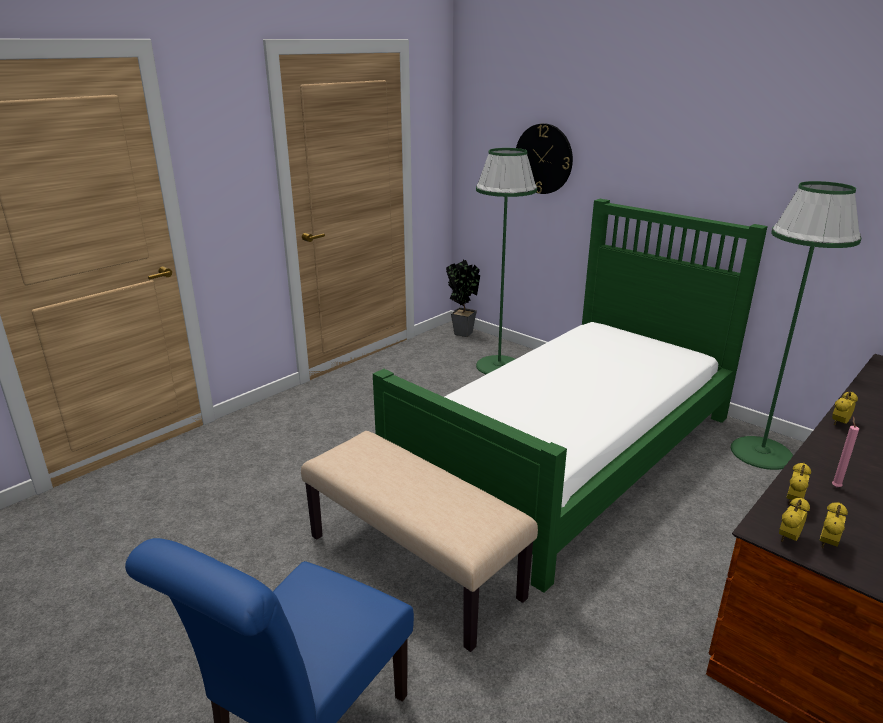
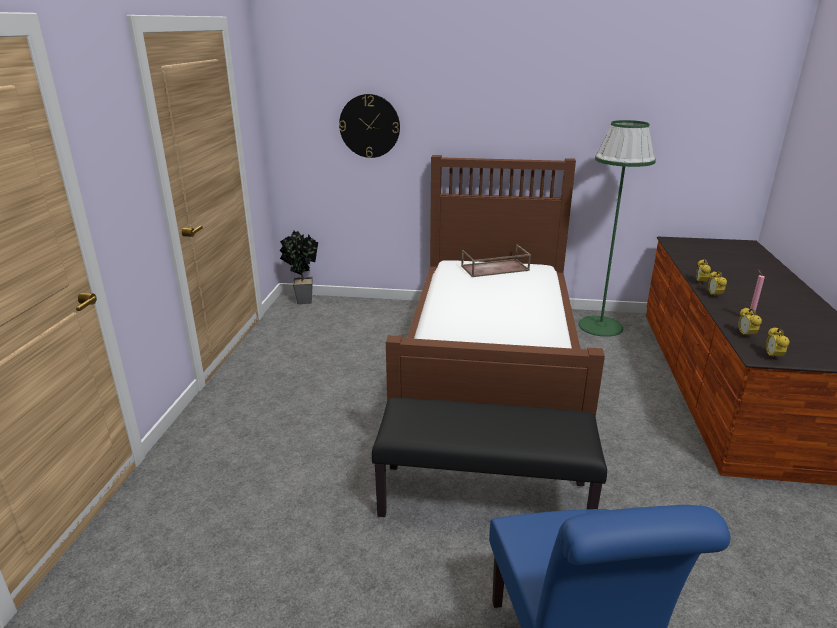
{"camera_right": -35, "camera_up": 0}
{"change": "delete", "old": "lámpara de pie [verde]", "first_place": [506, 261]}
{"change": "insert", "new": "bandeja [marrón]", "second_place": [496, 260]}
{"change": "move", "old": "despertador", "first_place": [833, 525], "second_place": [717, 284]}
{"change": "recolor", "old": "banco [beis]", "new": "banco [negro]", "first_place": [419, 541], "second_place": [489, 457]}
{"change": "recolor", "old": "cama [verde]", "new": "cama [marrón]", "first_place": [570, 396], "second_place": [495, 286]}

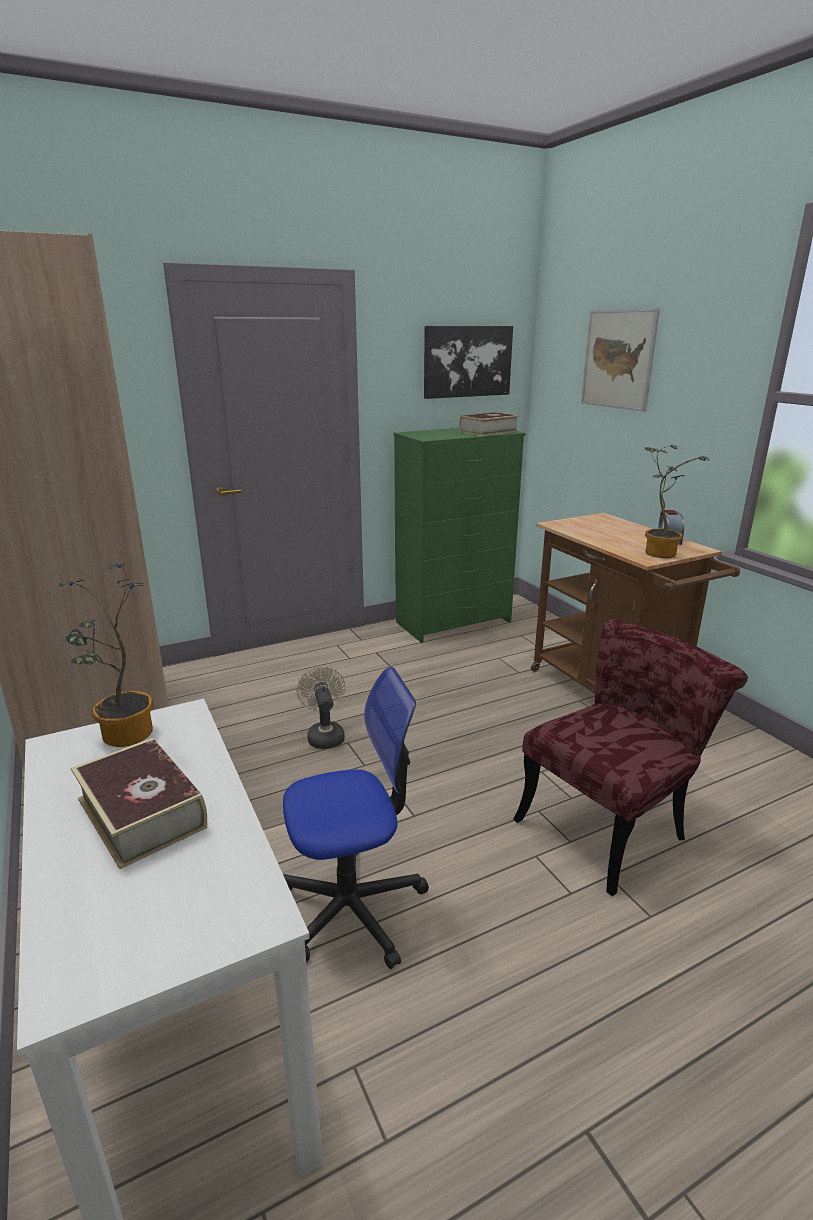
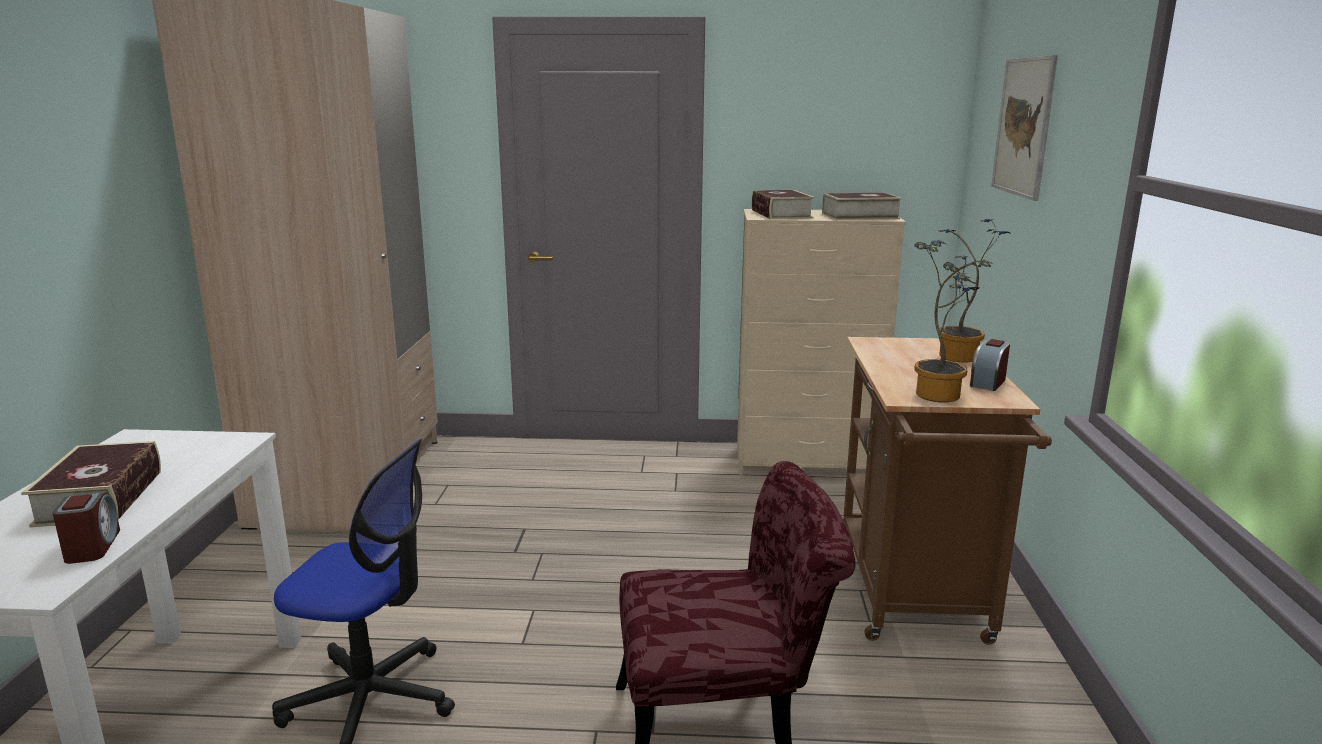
{"camera_right": 30, "camera_up": -5}
{"change": "delete", "old": "ventilador [beis]", "first_place": [321, 707]}
{"change": "delete", "old": "cuadro", "first_place": [468, 362]}
{"change": "insert", "new": "despertador", "second_place": [86, 528]}
{"change": "insert", "new": "libro", "second_place": [783, 204]}
{"change": "move", "old": "planta en maceta", "first_place": [105, 655], "second_place": [974, 290]}
{"change": "recolor", "old": "cómoda [verde]", "new": "cómoda [beis]", "first_place": [460, 535], "second_place": [821, 342]}

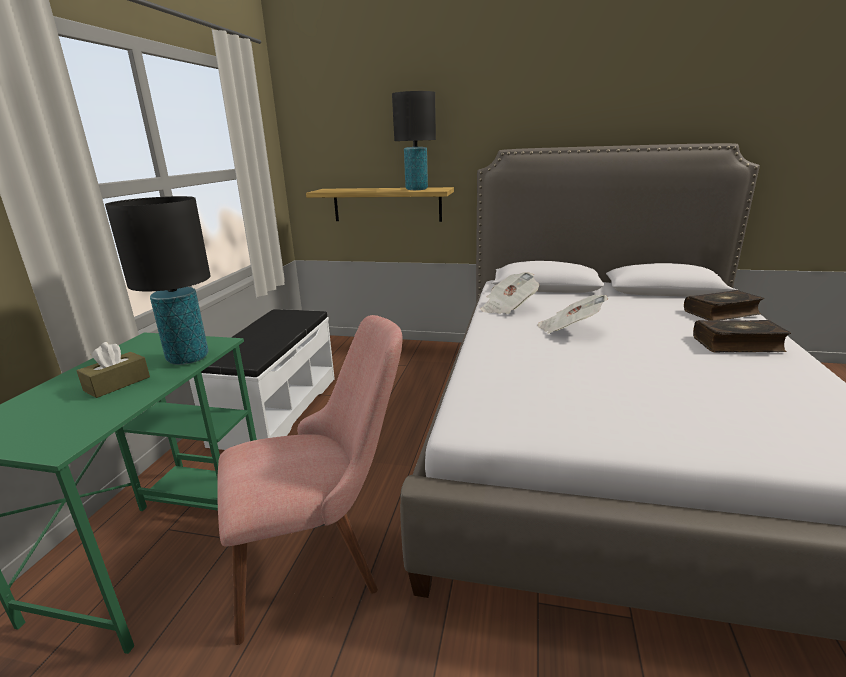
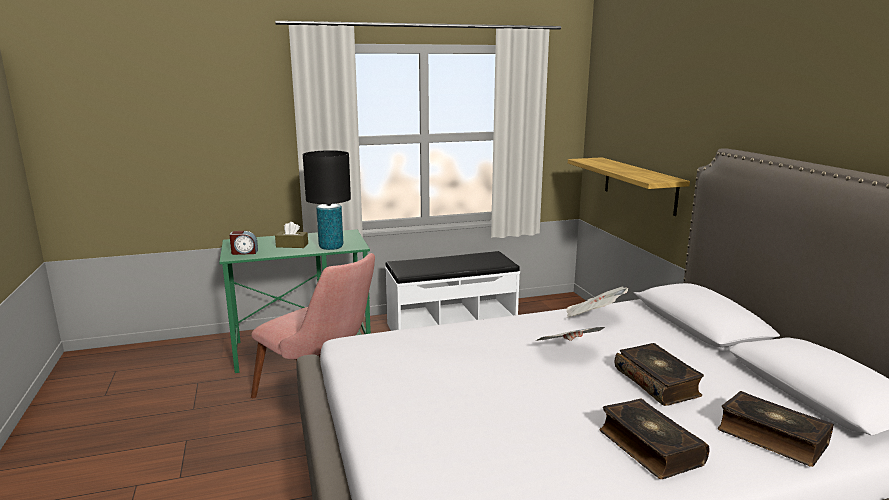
{"camera_right": 60, "camera_up": -5}
{"change": "delete", "old": "lámpara de mesa [negro]", "first_place": [414, 140]}
{"change": "insert", "new": "despertador", "second_place": [243, 243]}
{"change": "insert", "new": "libro", "second_place": [659, 374]}

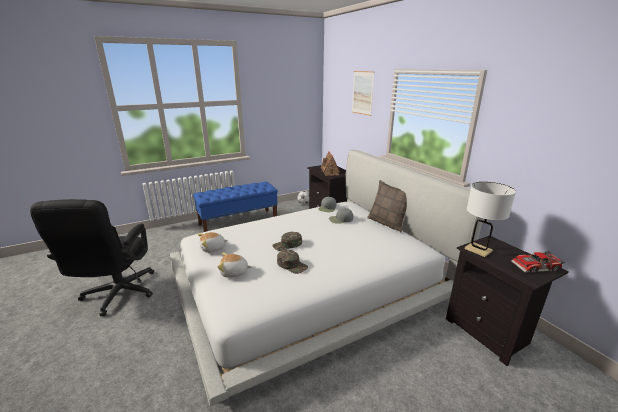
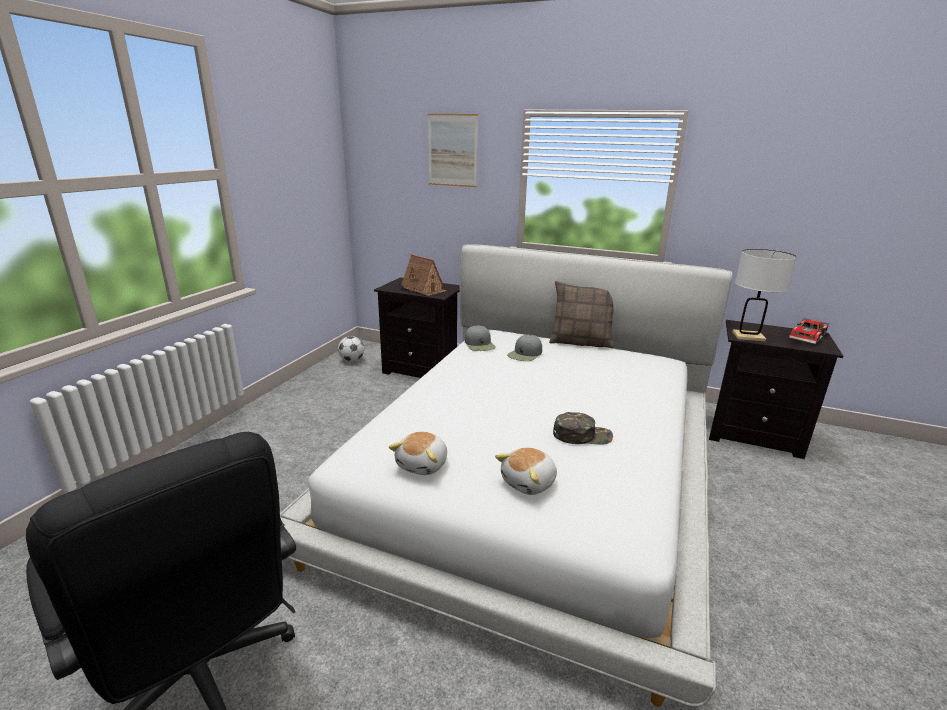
{"camera_right": -40, "camera_up": 0}
{"change": "delete", "old": "banco [azul]", "first_place": [235, 206]}
{"change": "delete", "old": "gorra [verde]", "first_place": [287, 241]}

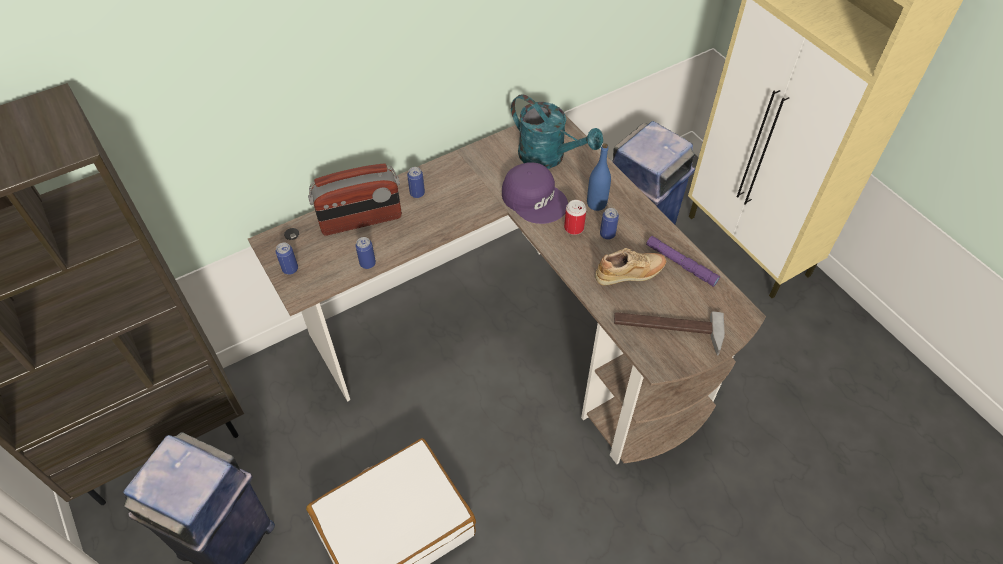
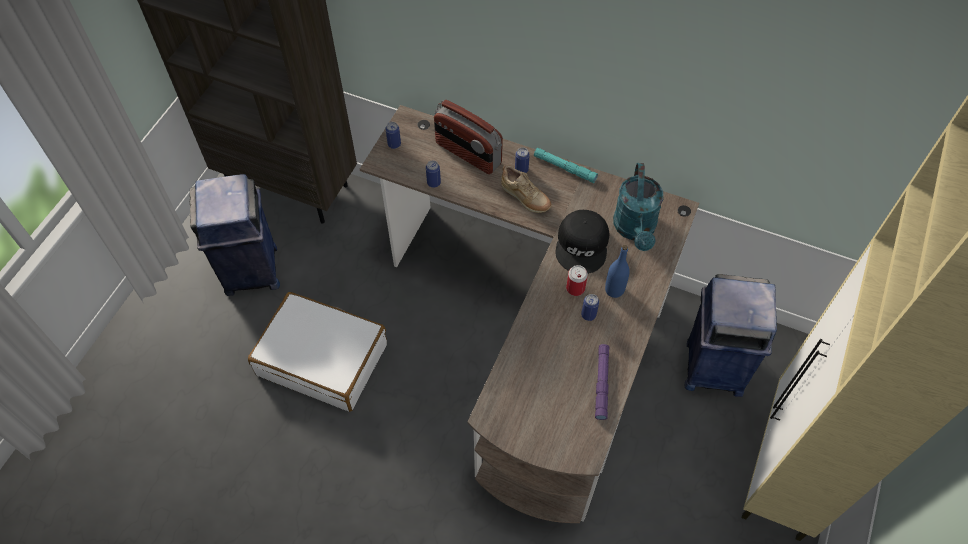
{"camera_right": 55, "camera_up": 5}
{"change": "delete", "old": "martillo", "first_place": [669, 333]}
{"change": "insert", "new": "linterna [turquesa]", "second_place": [566, 165]}
{"change": "move", "old": "zapato [beis]", "first_place": [630, 266], "second_place": [526, 189]}
{"change": "recolor", "old": "gorra [morado]", "new": "gorra [negro]", "first_place": [535, 193], "second_place": [582, 242]}

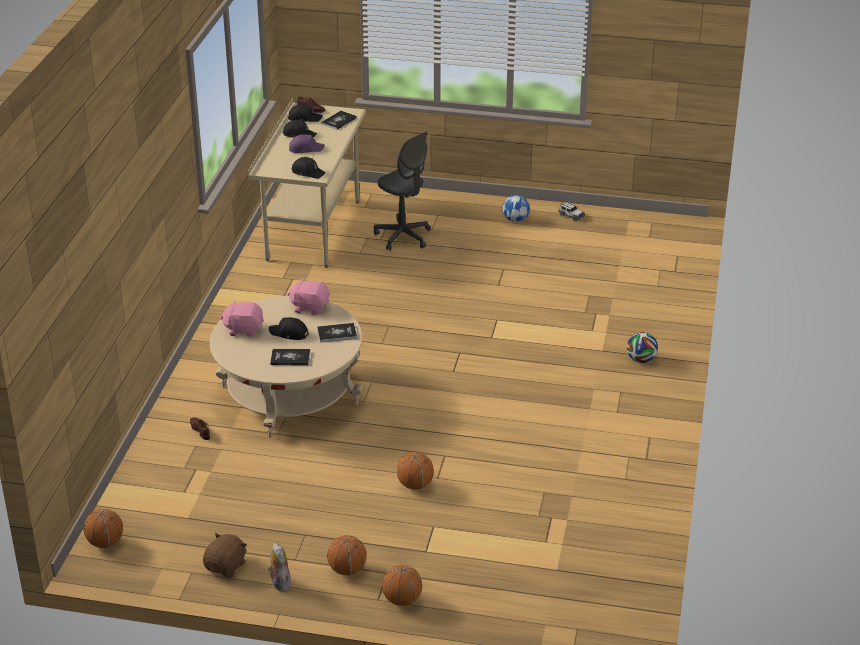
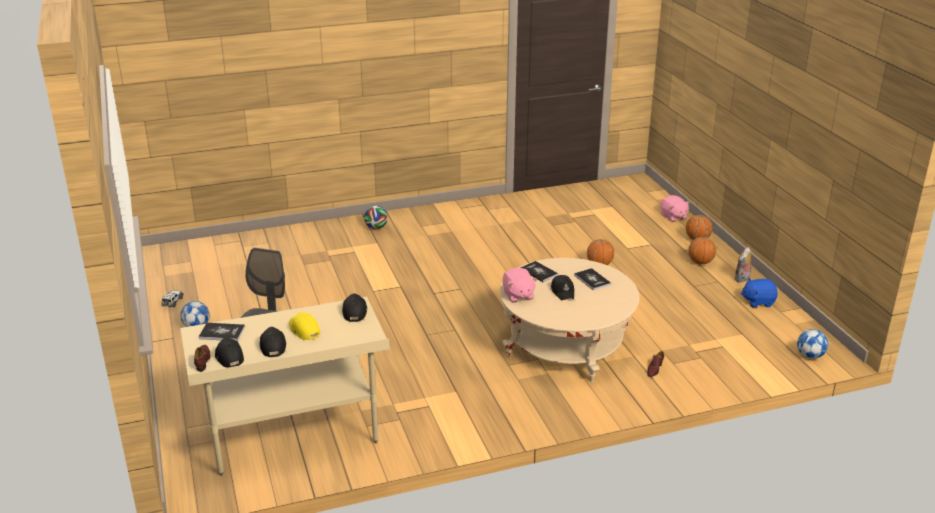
{"camera_right": -120, "camera_up": -5}
{"change": "move", "old": "peluche [rosa]", "first_place": [242, 318], "second_place": [675, 208]}
{"change": "replace", "old": "balón de baloncesto", "new": "balón de fútbol", "first_place": [103, 528], "second_place": [812, 344]}
{"change": "recolor", "old": "peluche [marrón]", "new": "peluche [azul]", "first_place": [225, 555], "second_place": [759, 292]}
{"change": "recolor", "old": "gorra [morado]", "new": "gorra [amarillo]", "first_place": [307, 143], "second_place": [304, 326]}

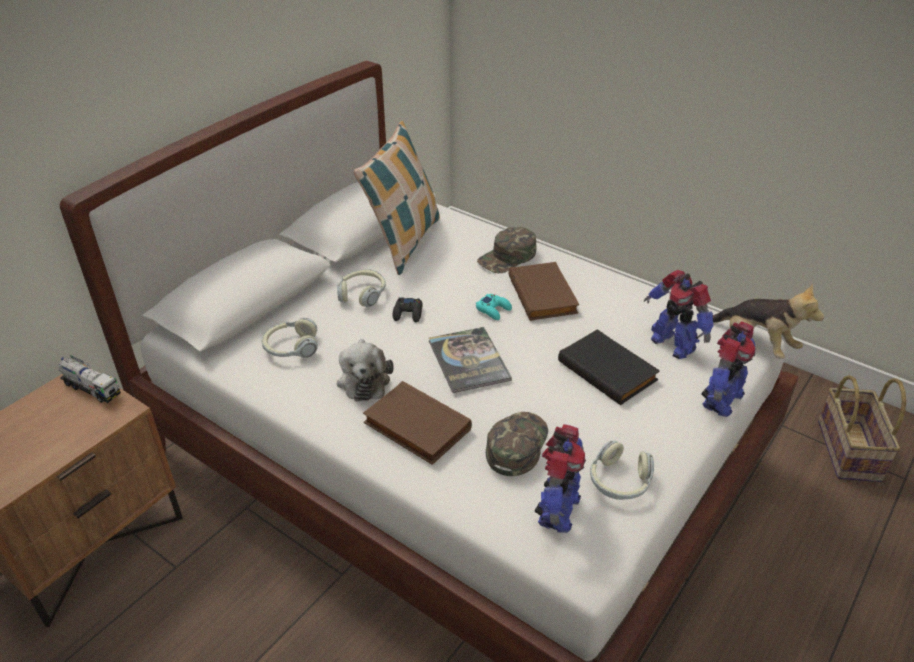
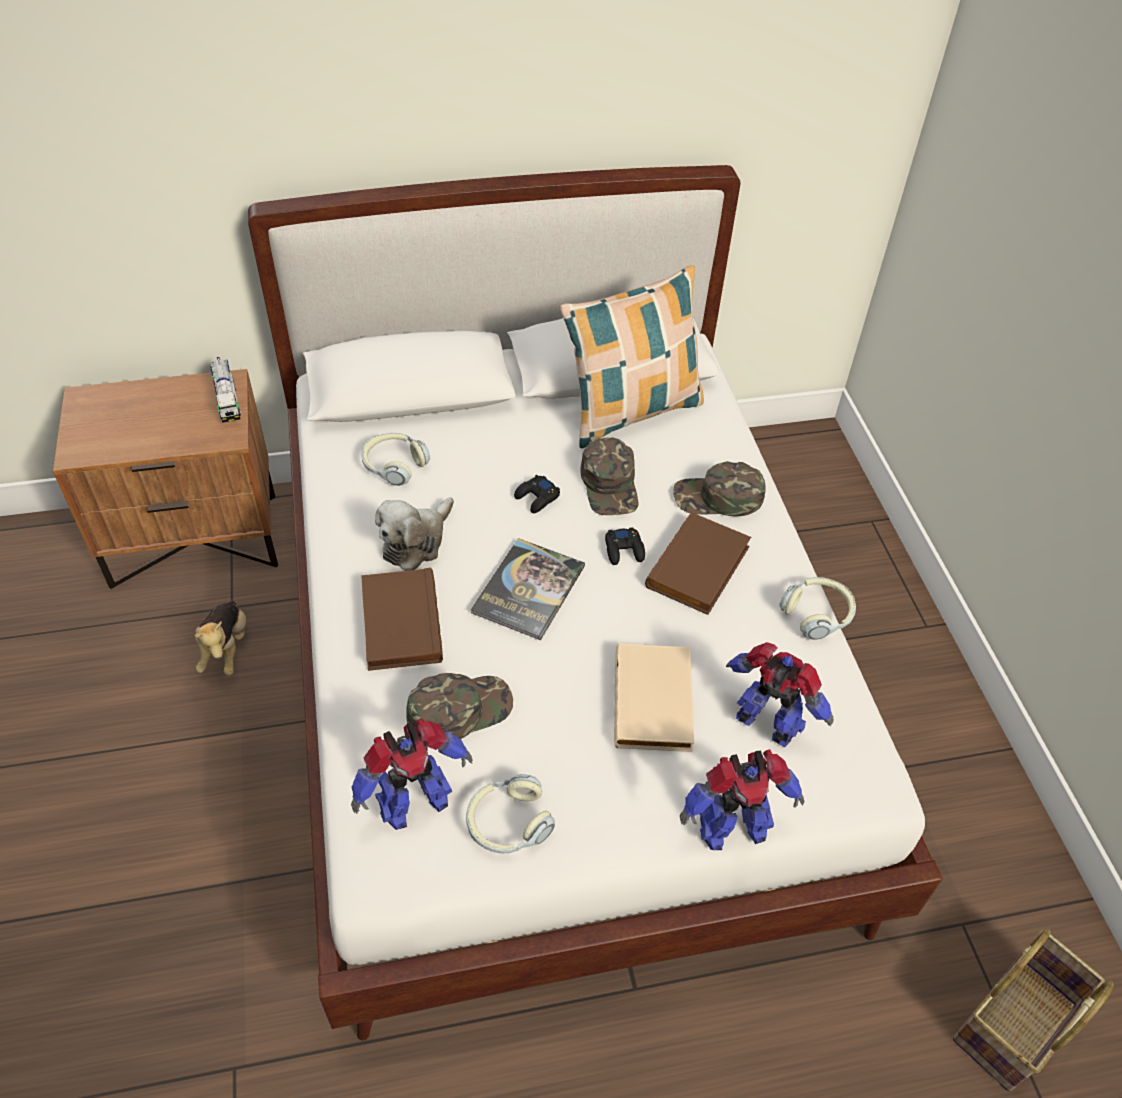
{"camera_right": 40, "camera_up": 10}
{"change": "insert", "new": "gorra [verde]", "second_place": [609, 476]}
{"change": "move", "old": "auriculares", "first_place": [361, 288], "second_place": [817, 608]}
{"change": "move", "old": "peluche", "first_place": [768, 321], "second_place": [220, 638]}
{"change": "recolor", "old": "mando de consola [turquesa]", "new": "mando de consola [negro]", "first_place": [494, 307], "second_place": [625, 546]}
{"change": "recolor", "old": "libro [negro]", "new": "libro [beis]", "first_place": [609, 367], "second_place": [654, 697]}
{"change": "rotate", "old": "robot de juguete", "first_place": [678, 314], "second_place": [780, 694], "degrees": 120}

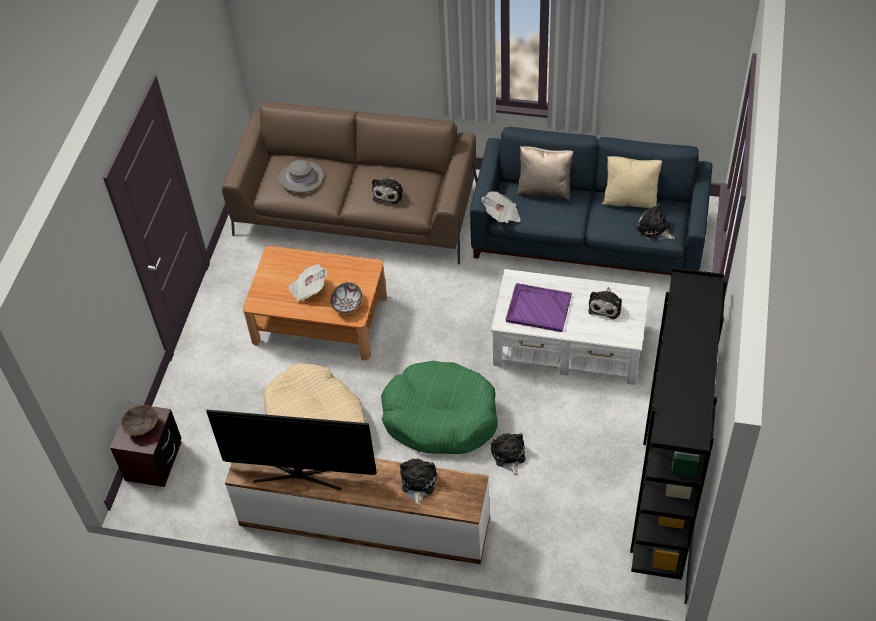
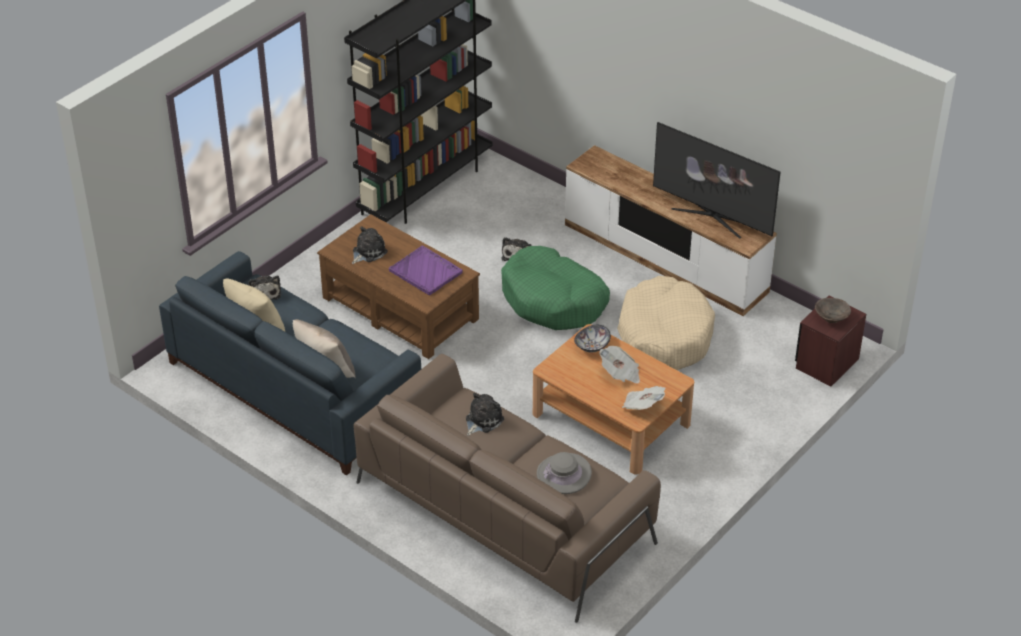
{"camera_right": -155, "camera_up": -10}
{"change": "delete", "old": "peluche", "first_place": [418, 482]}
{"change": "move", "old": "periódico", "first_place": [501, 207], "second_place": [644, 398]}
{"change": "recolor", "old": "mesa de centro [blanco]", "new": "mesa de centro [marrón]", "first_place": [570, 327], "second_place": [398, 286]}

